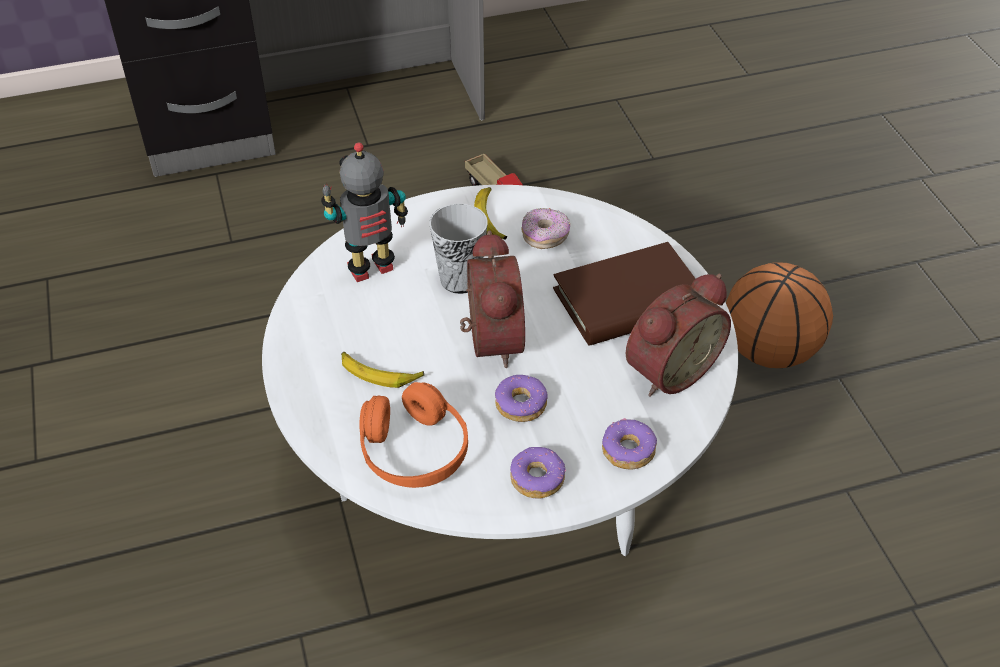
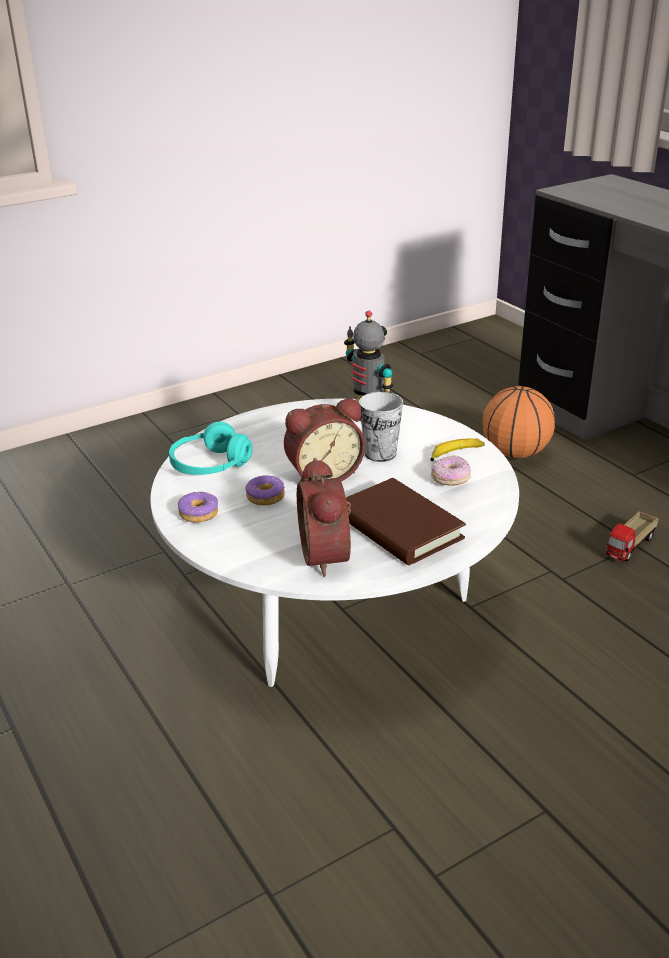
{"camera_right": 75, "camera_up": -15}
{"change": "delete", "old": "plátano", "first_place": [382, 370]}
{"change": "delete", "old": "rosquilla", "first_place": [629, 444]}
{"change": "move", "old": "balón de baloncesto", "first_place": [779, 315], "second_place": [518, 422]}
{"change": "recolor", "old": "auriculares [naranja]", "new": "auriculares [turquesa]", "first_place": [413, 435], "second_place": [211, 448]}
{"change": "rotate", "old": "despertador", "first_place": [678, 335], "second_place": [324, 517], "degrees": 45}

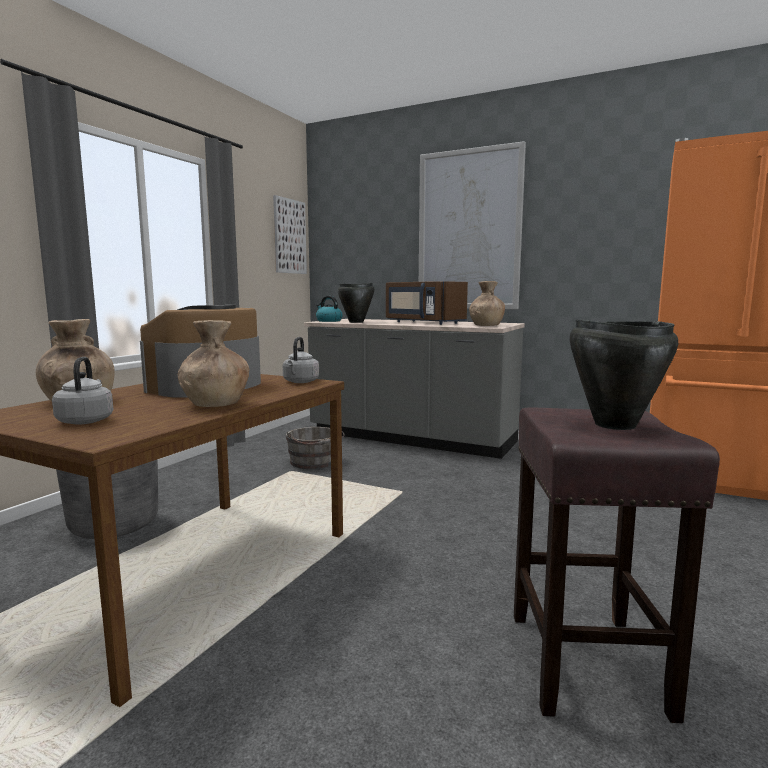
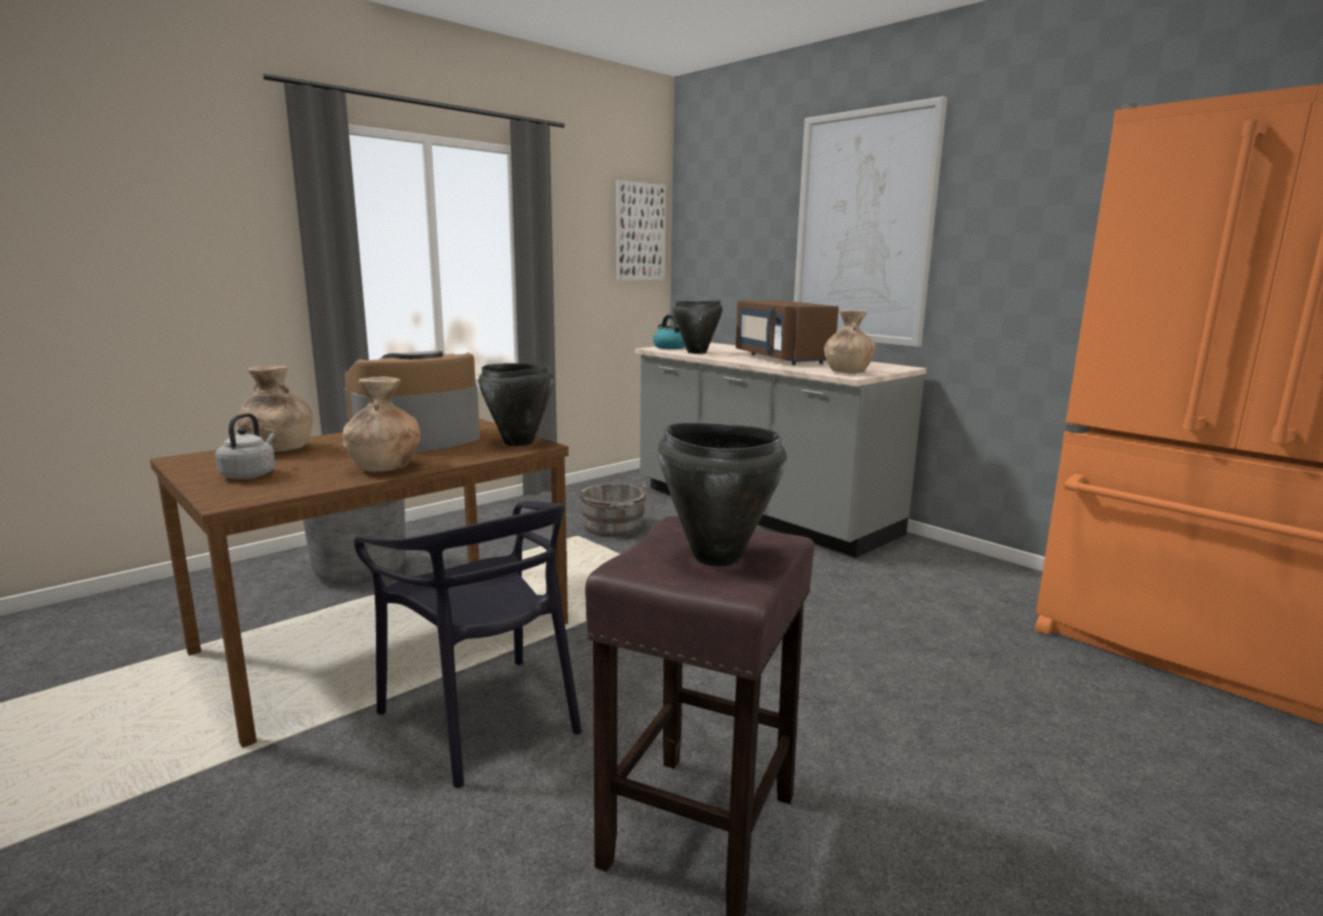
{"camera_right": 20, "camera_up": 5}
{"change": "insert", "new": "silla [negro]", "second_place": [468, 644]}
{"change": "replace", "old": "hervidor [gris]", "new": "olla [negro]", "first_place": [301, 360], "second_place": [516, 404]}

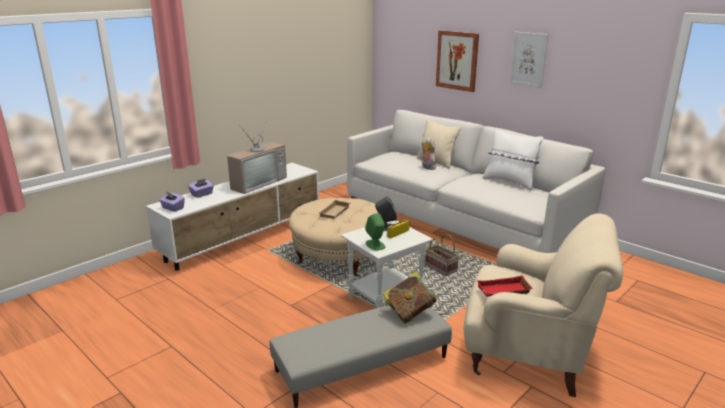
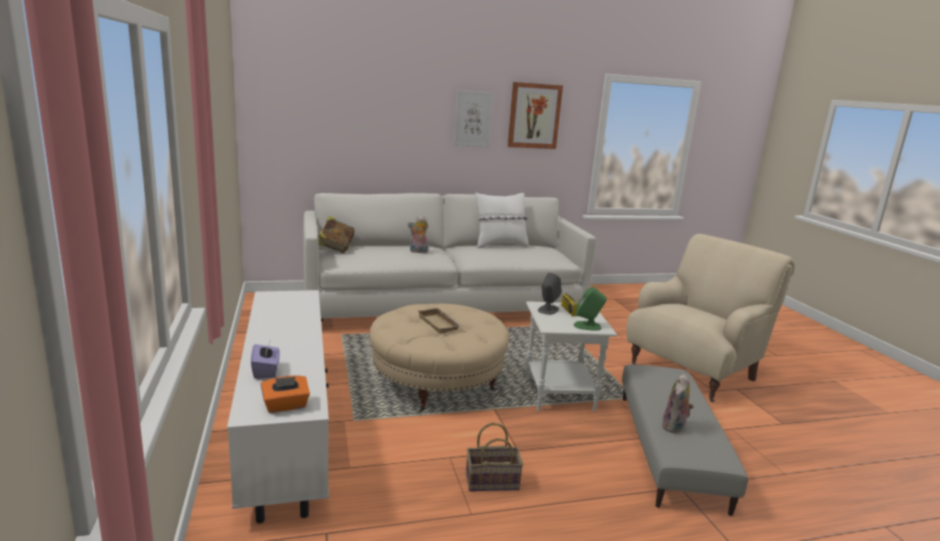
{"camera_right": -60, "camera_up": -5}
{"change": "delete", "old": "televisor", "first_place": [257, 155]}
{"change": "delete", "old": "cojín [beis]", "first_place": [439, 143]}
{"change": "delete", "old": "bandeja [rojo]", "first_place": [505, 285]}
{"change": "insert", "new": "peluche", "second_place": [678, 403]}
{"change": "move", "old": "libro", "first_place": [409, 297], "second_place": [336, 234]}
{"change": "move", "old": "cesta", "first_place": [442, 255], "second_place": [495, 457]}
{"change": "move", "old": "cuadro", "first_place": [457, 61], "second_place": [535, 115]}
{"change": "recolor", "old": "caja de pañuelos [morado]", "new": "caja de pañuelos [naranja]", "first_place": [172, 202], "second_place": [285, 394]}

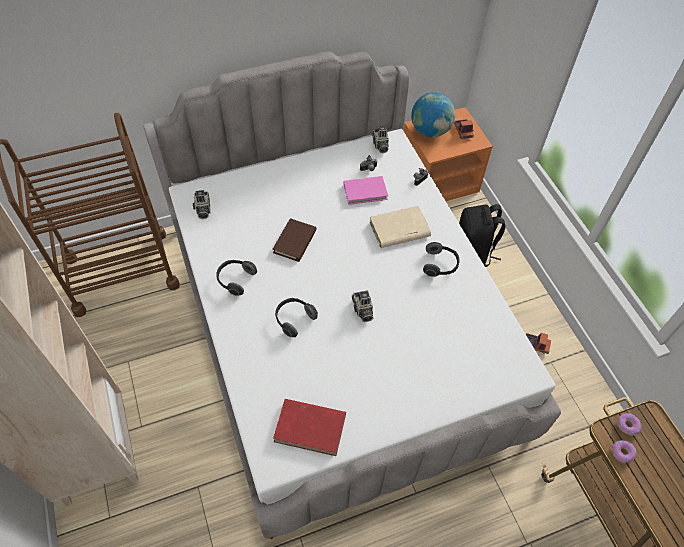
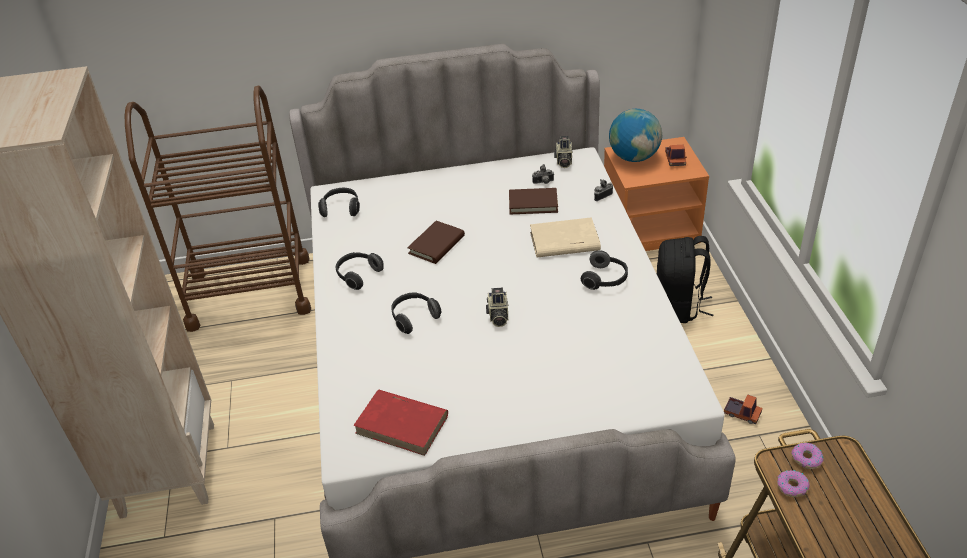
{"camera_right": 15, "camera_up": -15}
{"change": "replace", "old": "cámara", "new": "auriculares", "first_place": [202, 204], "second_place": [339, 202]}
{"change": "recolor", "old": "libro [rosa]", "new": "libro [marrón]", "first_place": [365, 190], "second_place": [533, 201]}

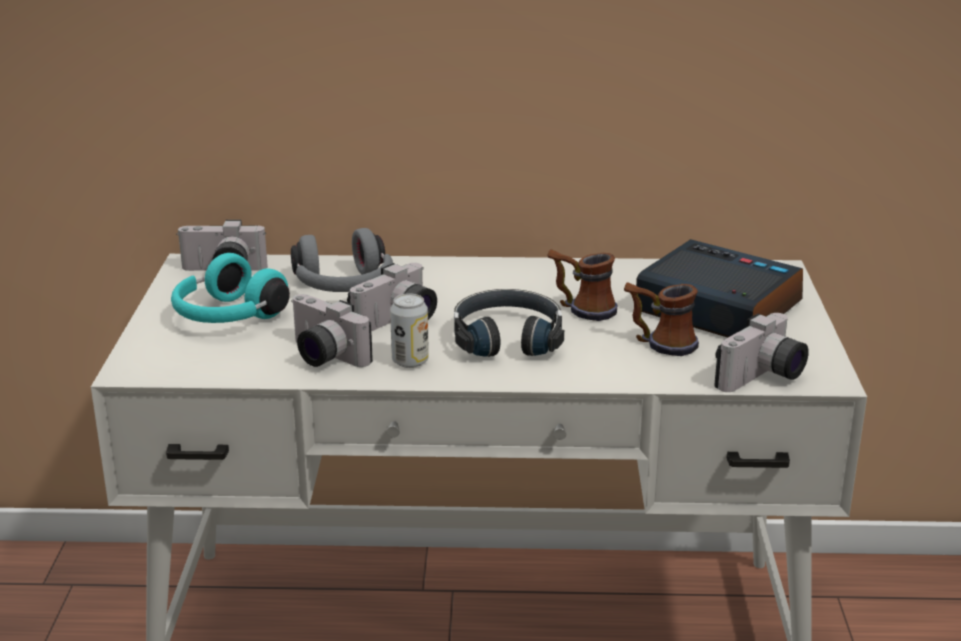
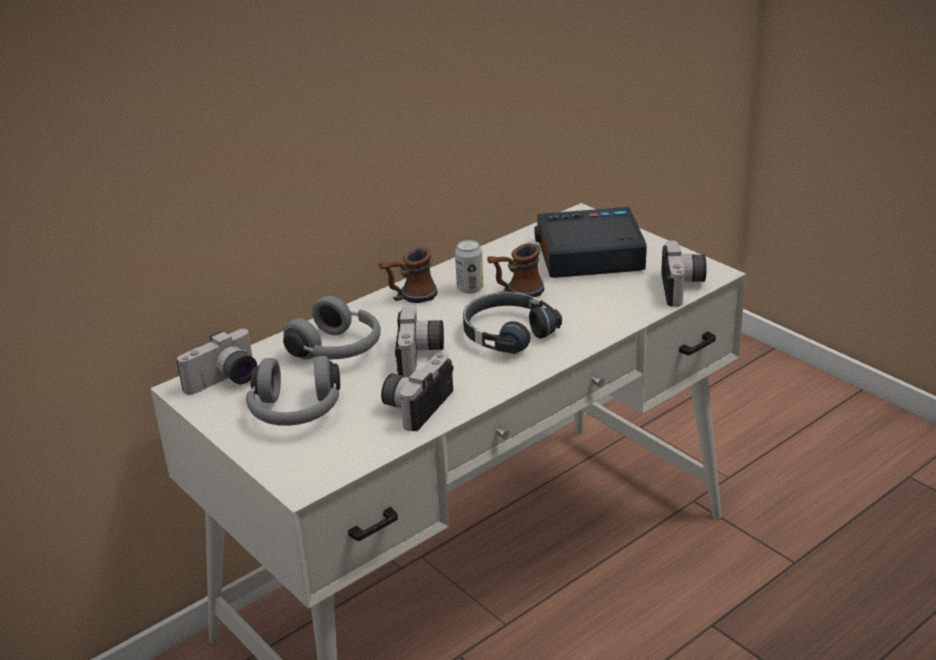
{"camera_right": -40, "camera_up": 5}
{"change": "move", "old": "lata", "first_place": [409, 331], "second_place": [469, 267]}
{"change": "move", "old": "taza grande", "first_place": [661, 319], "second_place": [408, 275]}
{"change": "recolor", "old": "auriculares [turquesa]", "new": "auriculares [gris]", "first_place": [230, 288], "second_place": [293, 391]}
{"change": "rotate", "old": "cámara", "first_place": [332, 330], "second_place": [417, 392], "degrees": 120}

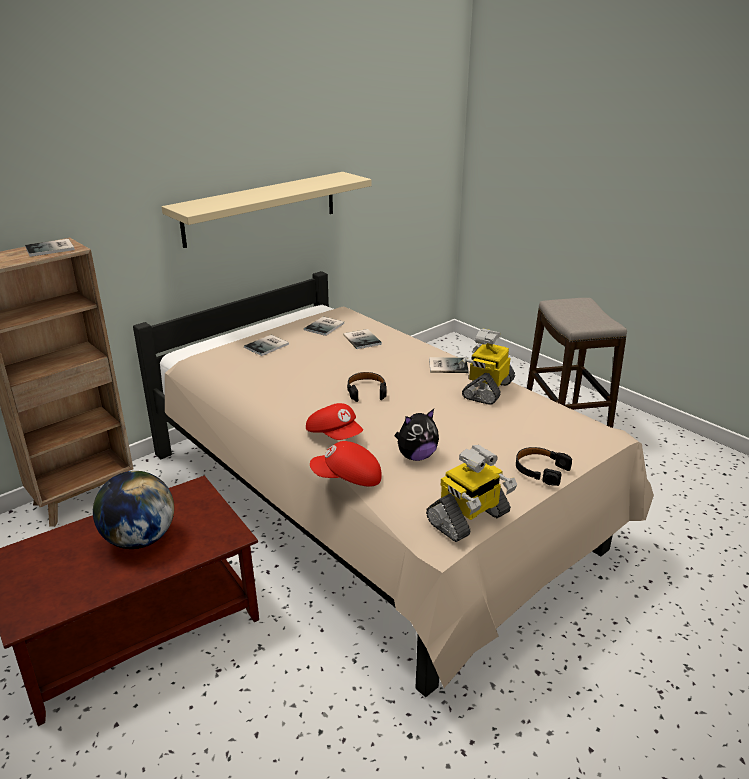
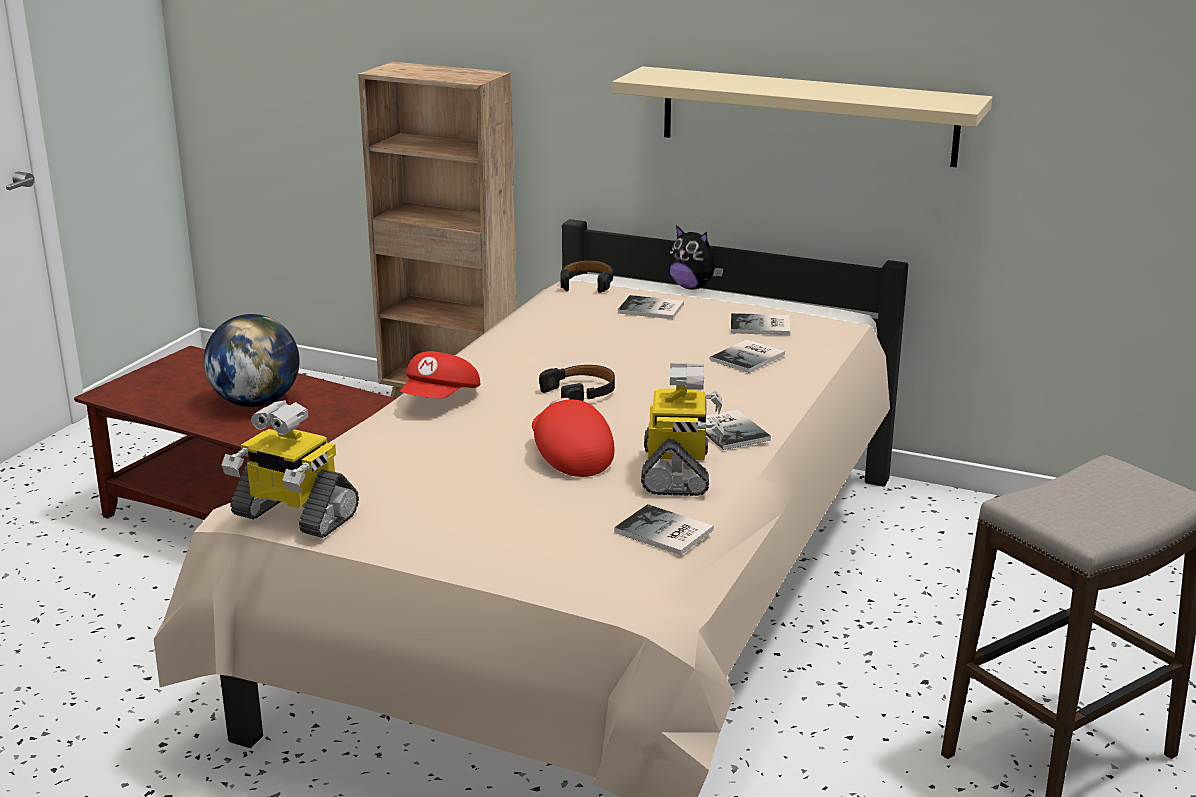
{"camera_right": 65, "camera_up": -5}
{"change": "move", "old": "libro", "first_place": [50, 248], "second_place": [664, 529]}
{"change": "move", "old": "gorra [rojo]", "first_place": [346, 463], "second_place": [573, 437]}
{"change": "move", "old": "peluche", "first_place": [417, 435], "second_place": [696, 257]}
{"change": "move", "old": "auriculares [negro]", "first_place": [544, 466], "second_place": [586, 276]}
{"change": "rotate", "old": "robot de juguete", "first_place": [487, 367], "second_place": [682, 429], "degrees": 90}

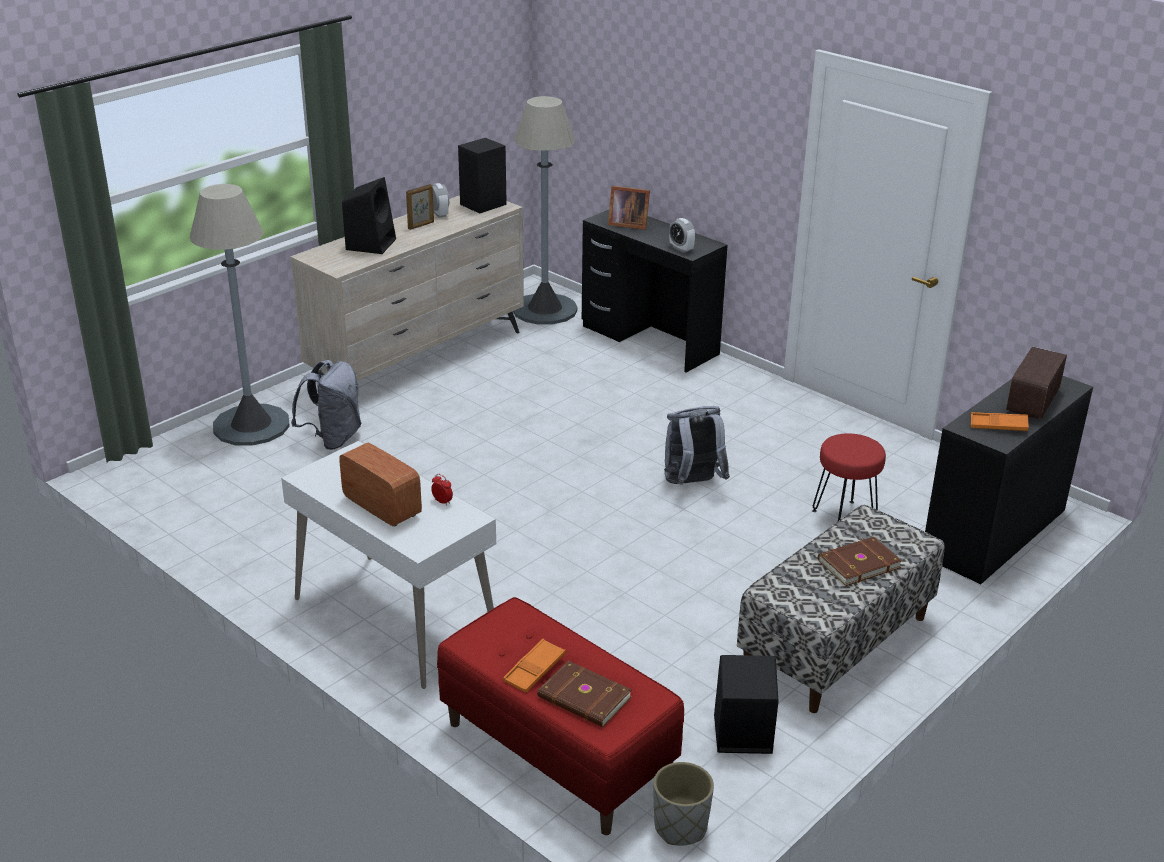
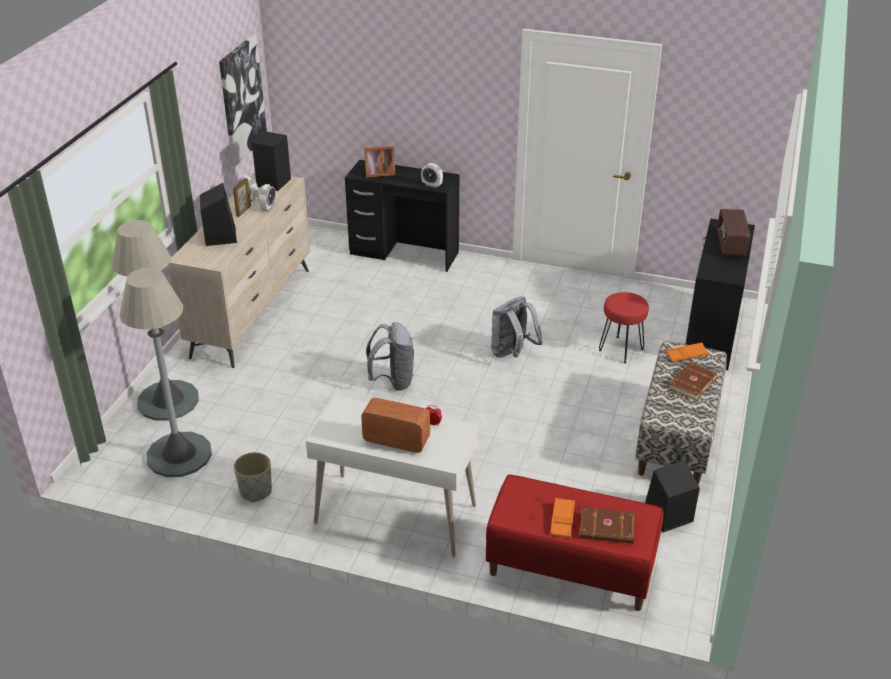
{"camera_right": -25, "camera_up": 5}
{"change": "insert", "new": "cuadro", "second_place": [243, 100]}
{"change": "insert", "new": "despertador", "second_place": [267, 197]}
{"change": "move", "old": "mochila [gris]", "first_place": [326, 405], "second_place": [390, 356]}
{"change": "move", "old": "lámpara de pie [gris]", "first_place": [545, 210], "second_place": [165, 372]}
{"change": "move", "old": "maceta [gris]", "first_place": [683, 803], "second_place": [253, 477]}
{"change": "move", "old": "bandeja [naranja]", "first_place": [1000, 421], "second_place": [687, 352]}

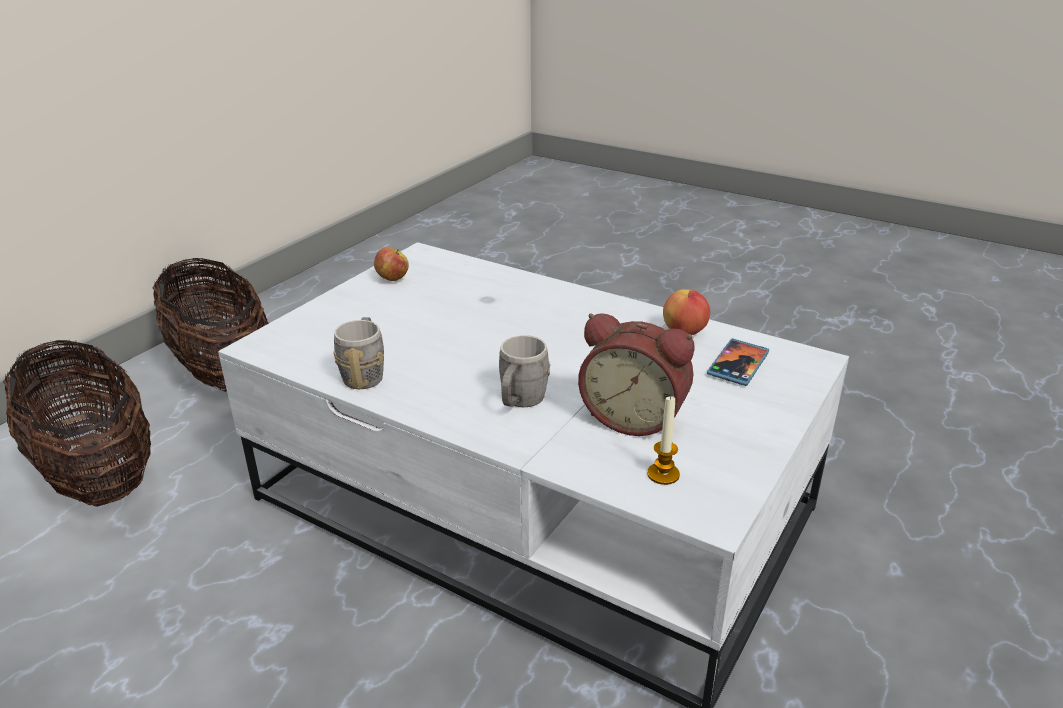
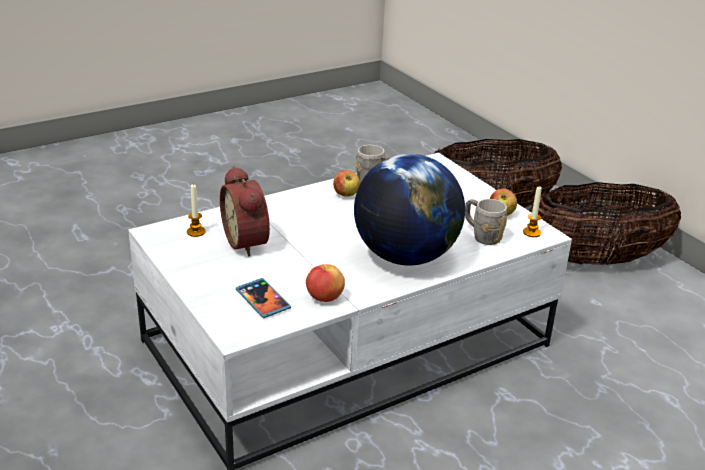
{"camera_right": 115, "camera_up": 0}
{"change": "insert", "new": "manzana", "second_place": [346, 183]}
{"change": "insert", "new": "globo terráqueo", "second_place": [409, 210]}
{"change": "insert", "new": "vela", "second_place": [532, 211]}
{"change": "move", "old": "taza grande [gris]", "first_place": [524, 371], "second_place": [486, 222]}
{"change": "rotate", "old": "despertador", "first_place": [636, 374], "second_place": [245, 211], "degrees": -75}

